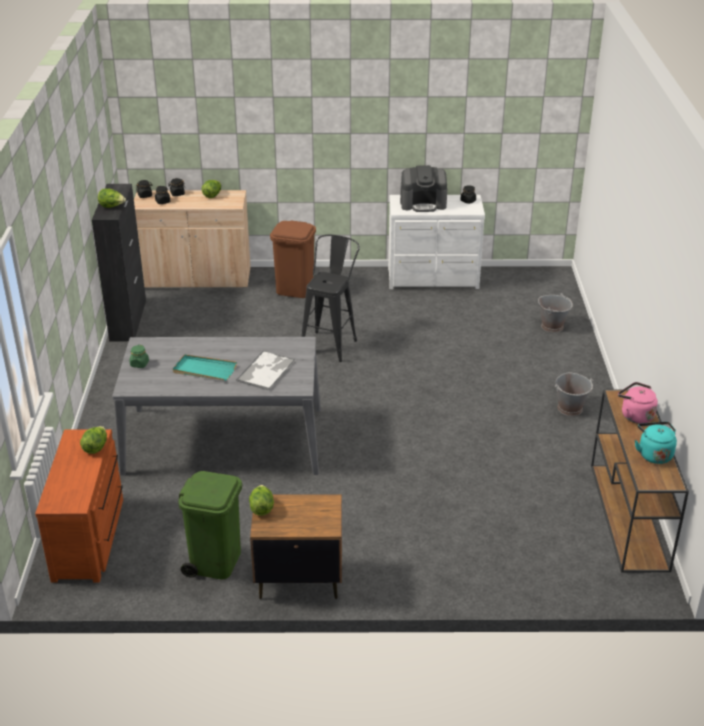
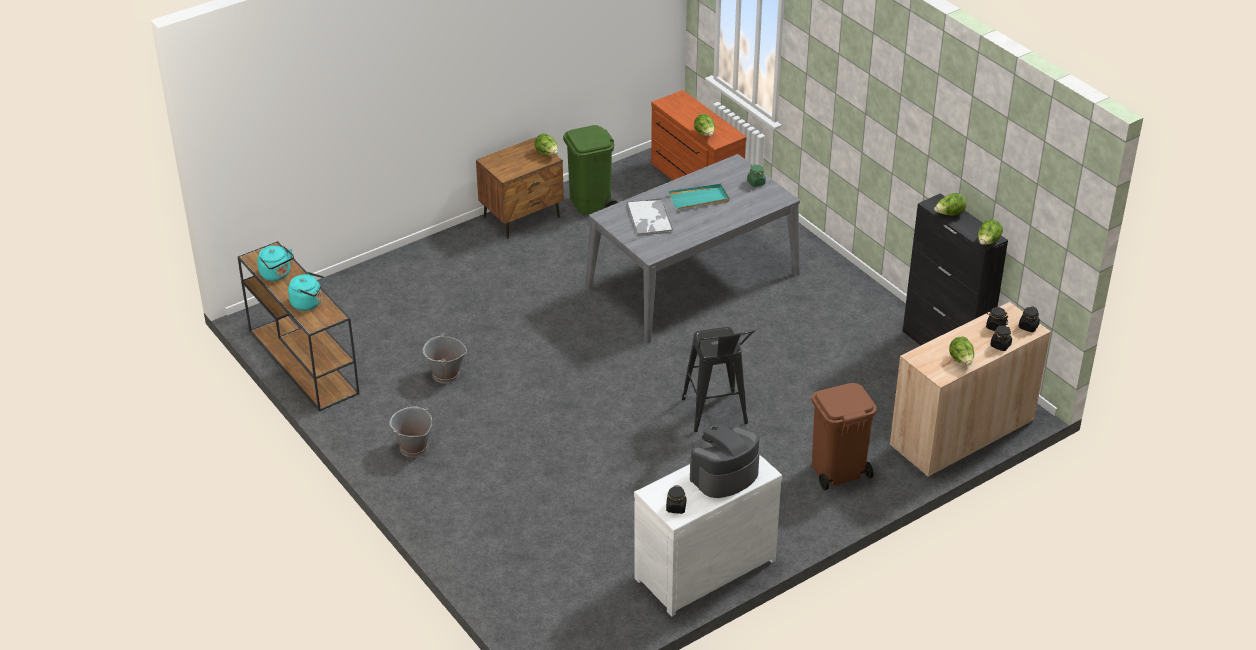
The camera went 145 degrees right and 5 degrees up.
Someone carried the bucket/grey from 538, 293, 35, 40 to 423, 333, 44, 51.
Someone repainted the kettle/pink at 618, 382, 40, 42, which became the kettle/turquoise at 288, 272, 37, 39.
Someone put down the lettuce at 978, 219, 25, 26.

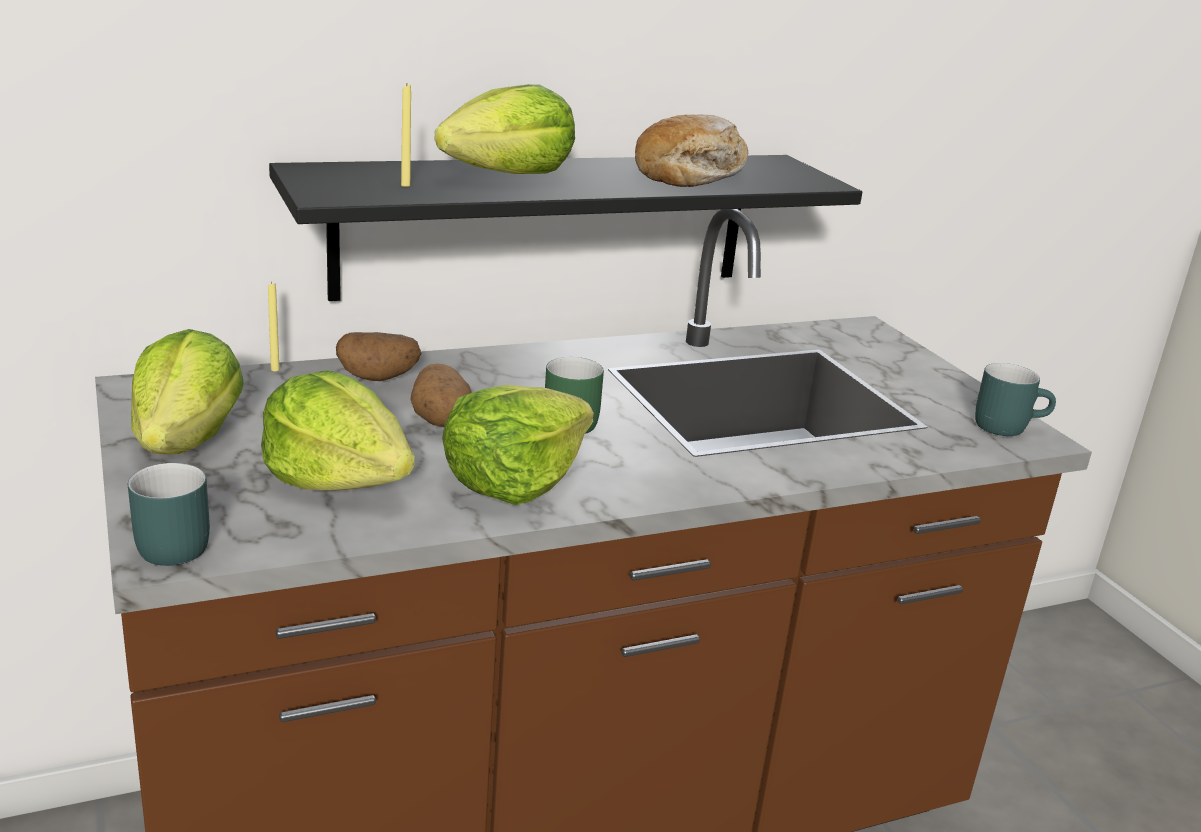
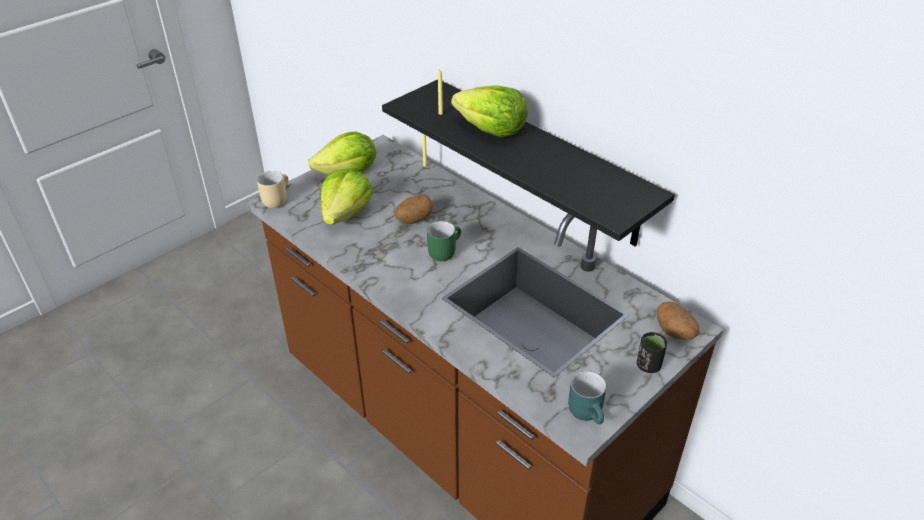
The camera went 70 degrees right and 15 degrees up.
Someone took away the bread at 635, 114, 113, 73.
Someone carried the potato from 336, 332, 85, 49 to 657, 302, 42, 38.
Someone took away the lettuce at 442, 385, 152, 120.
Someone repainted the mug/turquoise at 128, 463, 82, 103, which became the mug/beige at 257, 171, 32, 37.
Someone put down the cup/black at 637, 332, 30, 41.

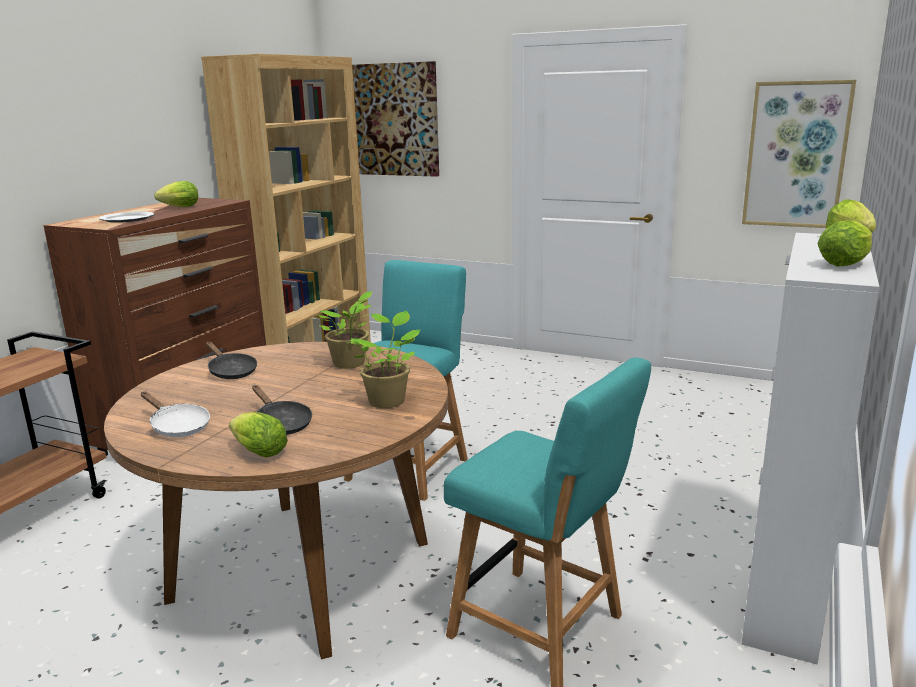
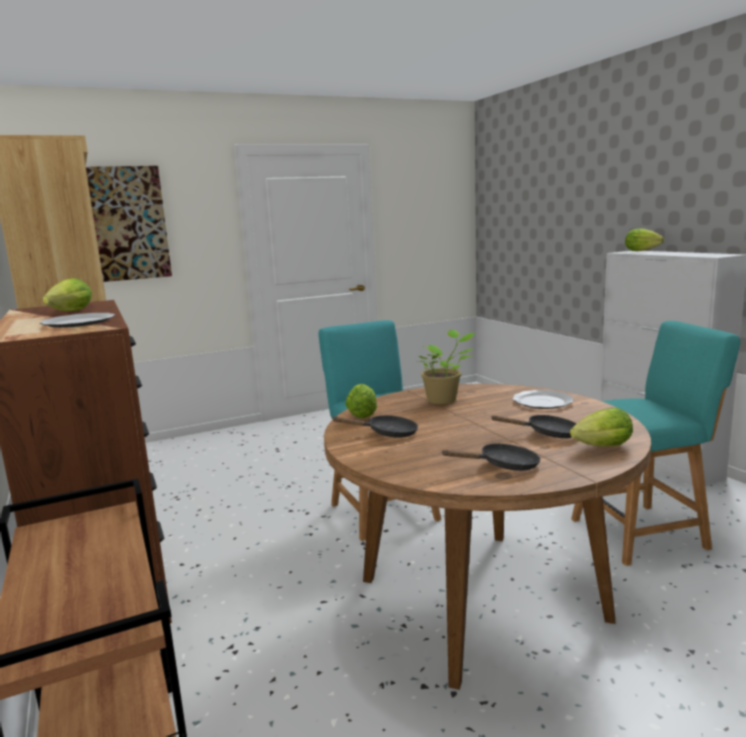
The camera went 50 degrees left and 5 degrees down.
Someone took away the picture at 742, 80, 114, 148.
Someone carried the lettuce from 817, 220, 55, 47 to 345, 384, 32, 34.
Someone swapped the potted plant at 349, 311, 72, 97 for the plate at 512, 390, 62, 19.
Someone repainted the frying pan/white at 141, 392, 69, 45, which became the frying pan/black at 441, 443, 100, 28.

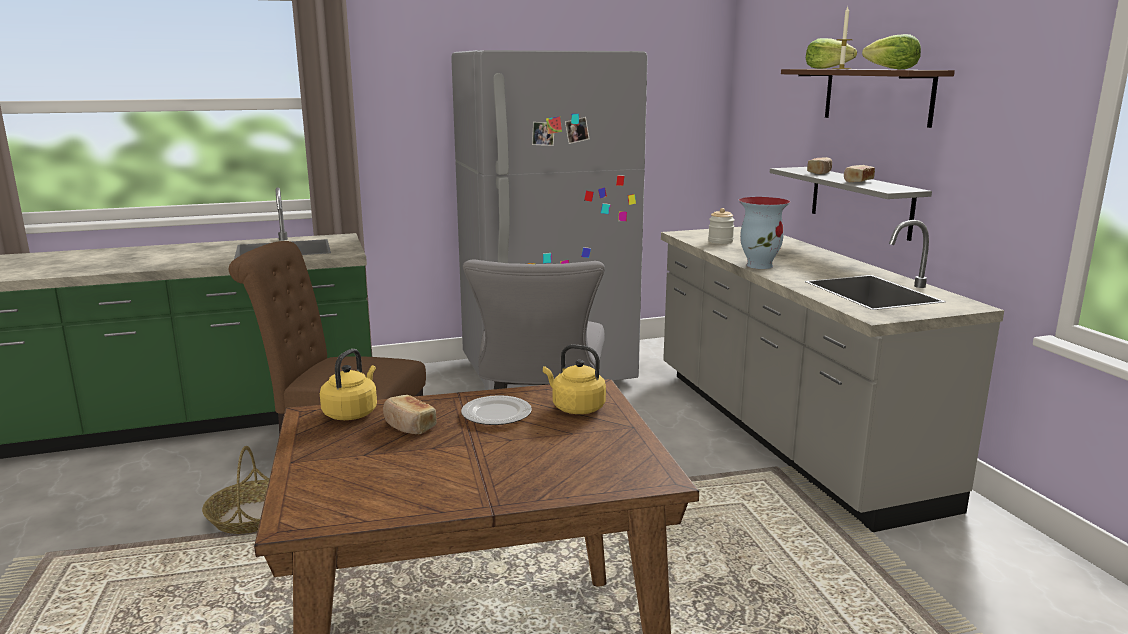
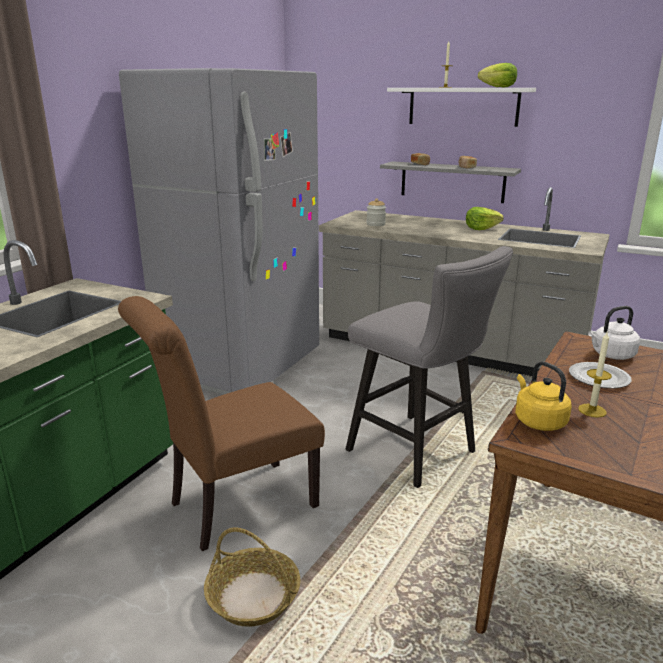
The camera went 45 degrees left and 5 degrees up.
Someone carried the lettuce from 806, 38, 51, 31 to 466, 207, 38, 23.
Someone repainted the shelf/brown at 781, 69, 174, 59, which became the shelf/white at 387, 88, 149, 39.
Someone took away the vase at 739, 197, 51, 72.
Someone repainted the kettle/yellow at 543, 344, 63, 70, which became the kettle/white at 588, 306, 52, 54.
Someone swapped the bread at 383, 395, 54, 39 for the candle at 578, 332, 34, 86.

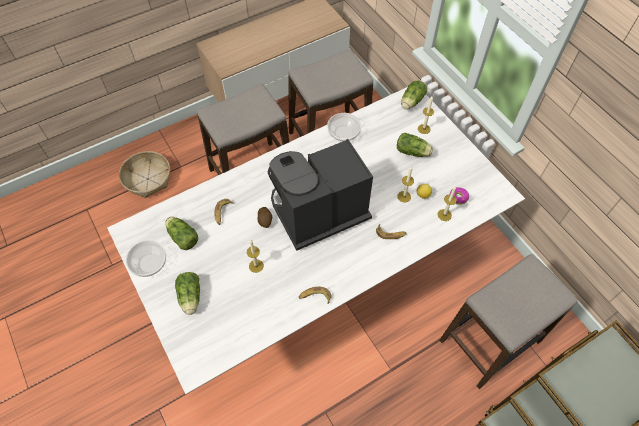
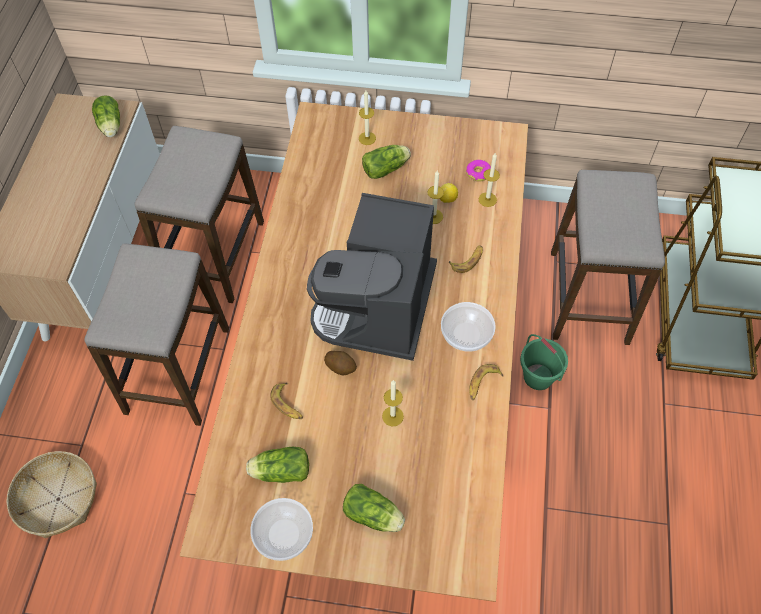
The camera went 50 degrees left and 0 degrees up.
Someone carried the lettuce from 401, 80, 26, 30 to 92, 95, 28, 42.
Someone repainted the dining table/white at 107, 87, 418, 307, which became the dining table/brown at 179, 102, 349, 500.
Someone carried the bowl from 327, 113, 34, 28 to 441, 302, 55, 49.
Someone put down the bucket/green at 520, 334, 48, 56.

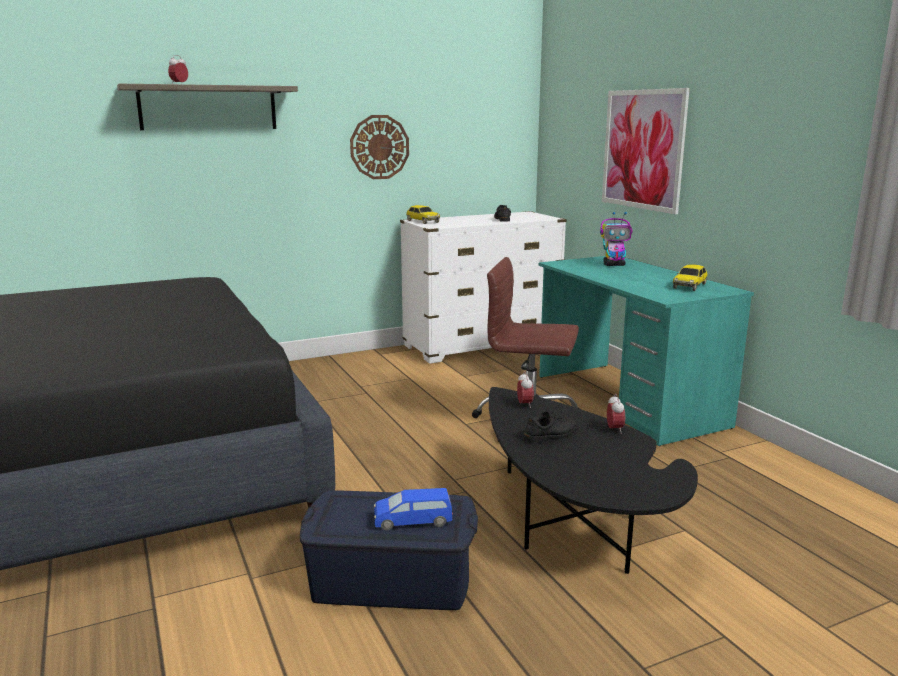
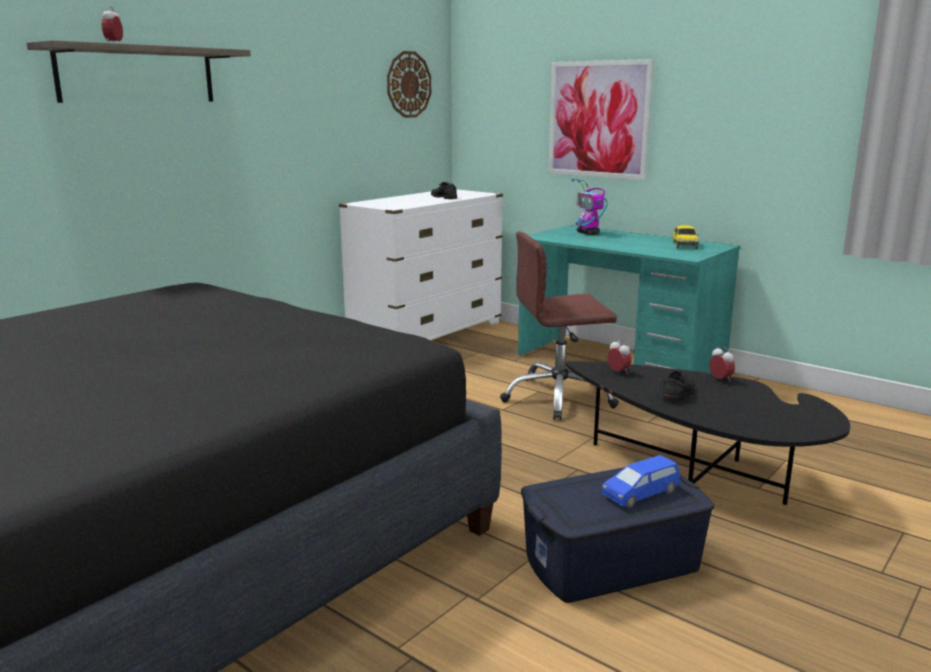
The camera went 25 degrees left and 0 degrees up.
Someone carried the wall clock from 350, 115, 59, 64 to 387, 51, 44, 67.
Someone took away the toy car at 406, 205, 34, 19.
Someone rotated the toy robot at 600, 212, 33, 54 by 90 degrees clockwise.

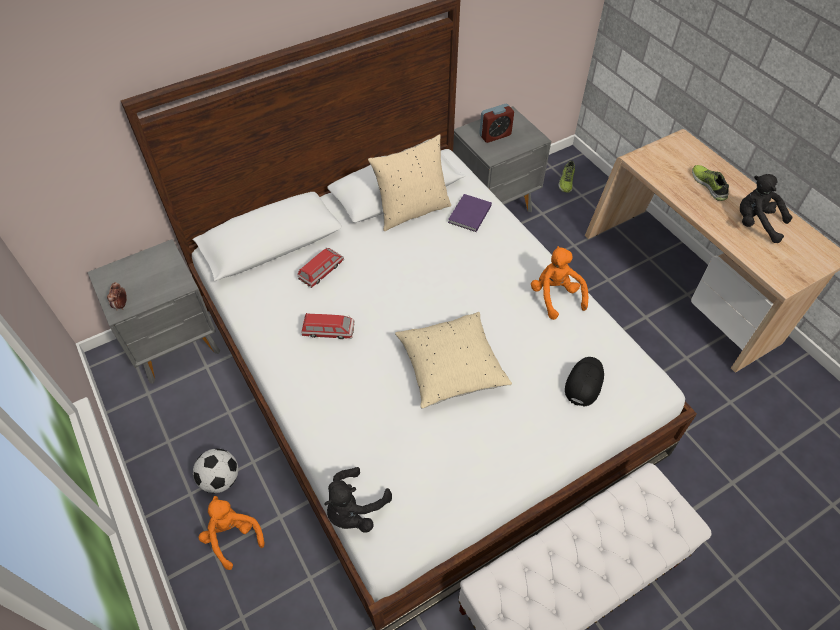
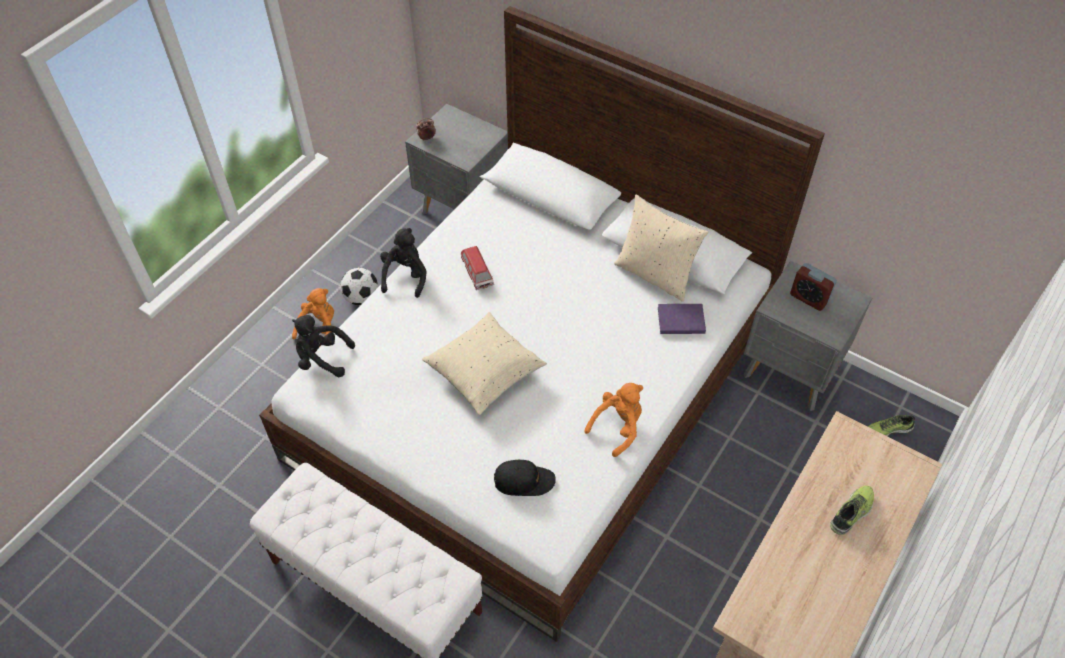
The camera went 65 degrees right and 0 degrees up.
Someone carried the plush toy/black from 740, 174, 53, 69 to 380, 228, 46, 70.
Someone took away the toy car at 298, 247, 46, 41.

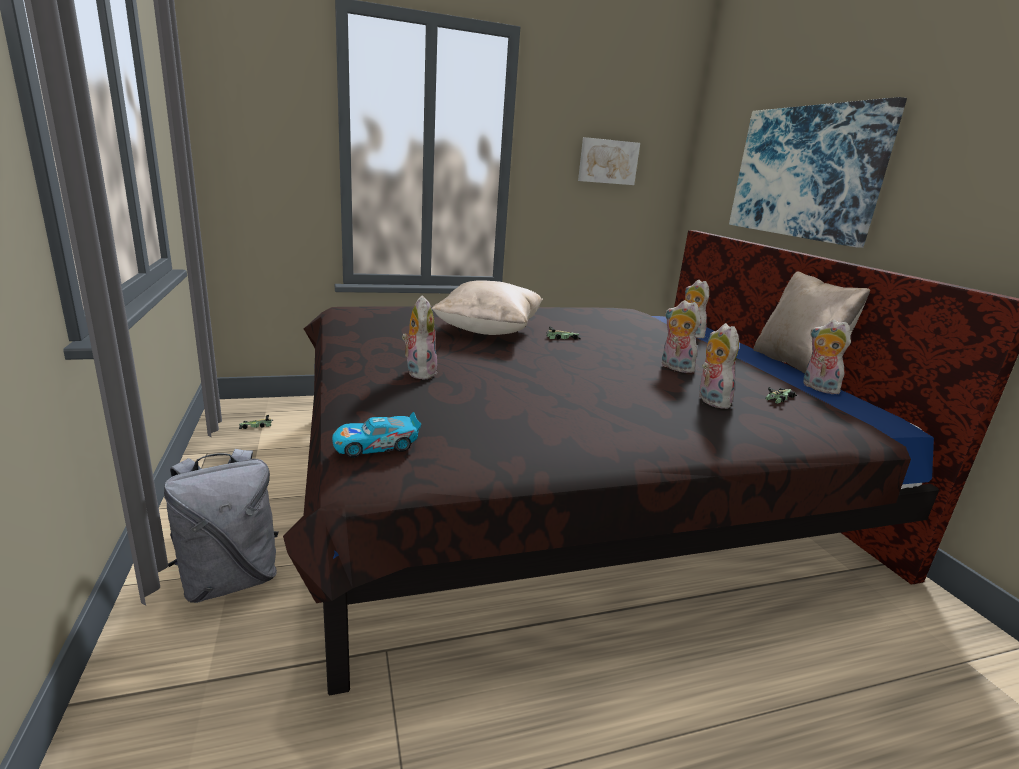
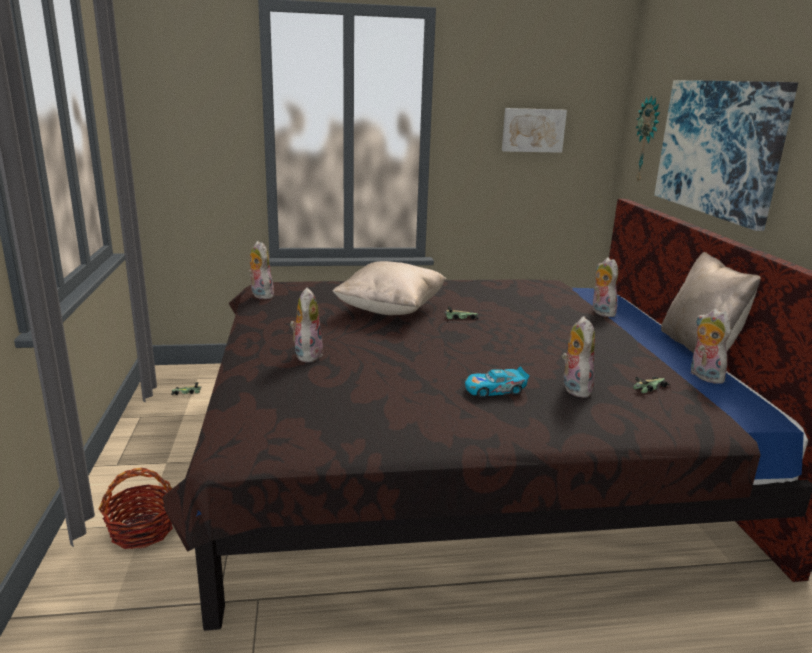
The camera went 10 degrees right and 0 degrees up.
Someone carried the plush toy from 662, 300, 39, 73 to 247, 241, 27, 58.
Someone carried the toy car from 332, 412, 89, 45 to 465, 366, 65, 32.
Someone swapped the backpack/grey at 164, 449, 115, 154 for the basket at 99, 468, 74, 81.
Someone put up the wall clock at 636, 95, 24, 86.

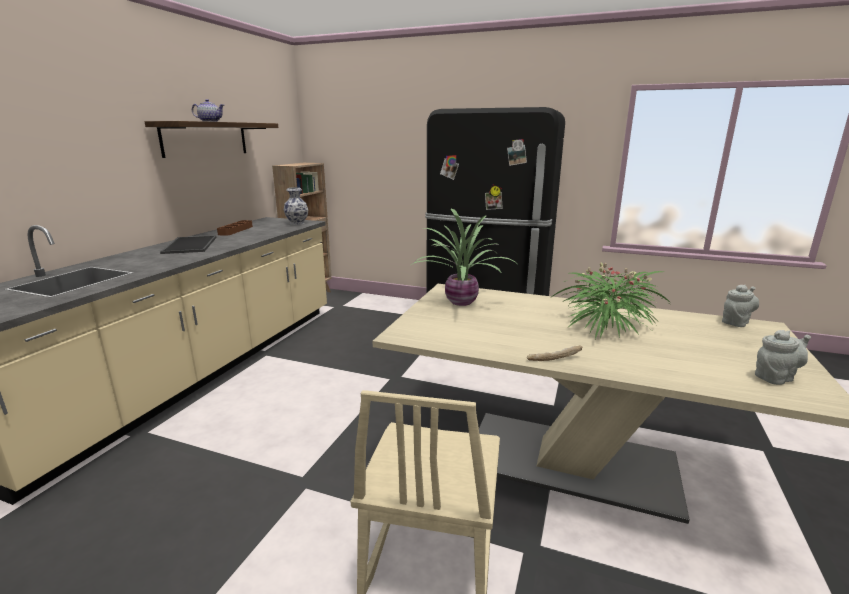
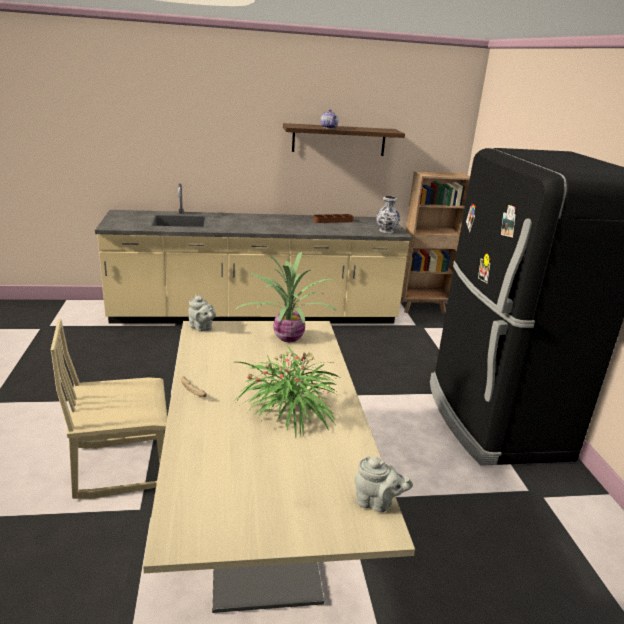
The camera went 60 degrees right and 5 degrees up.
Someone took away the tray at 160, 236, 57, 18.
Someone carried the teapot/grey from 755, 330, 56, 55 to 188, 294, 28, 38.

